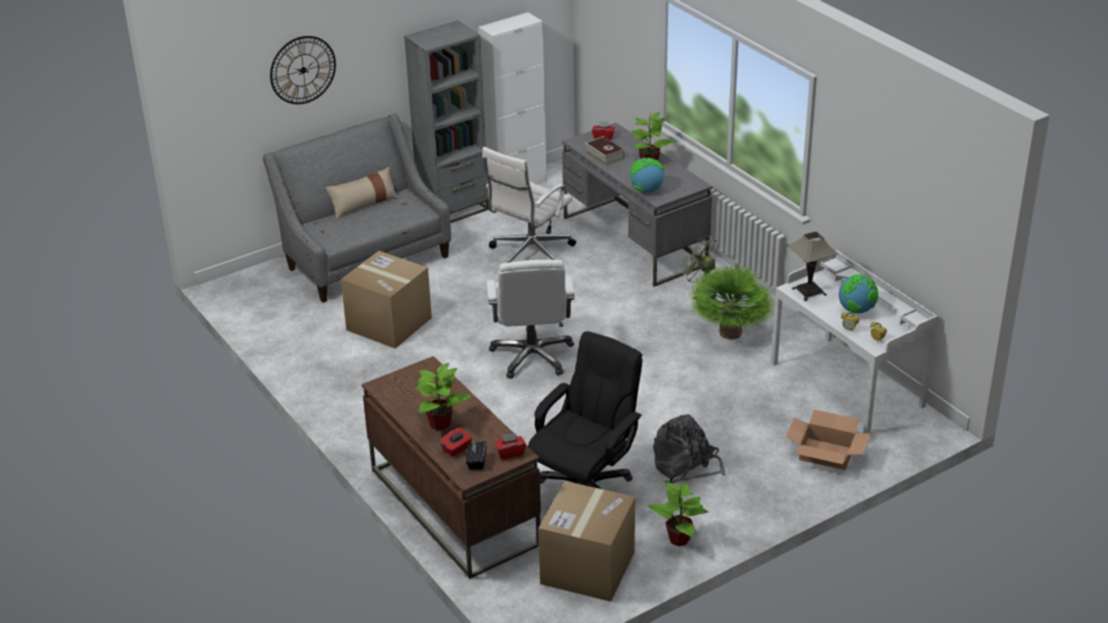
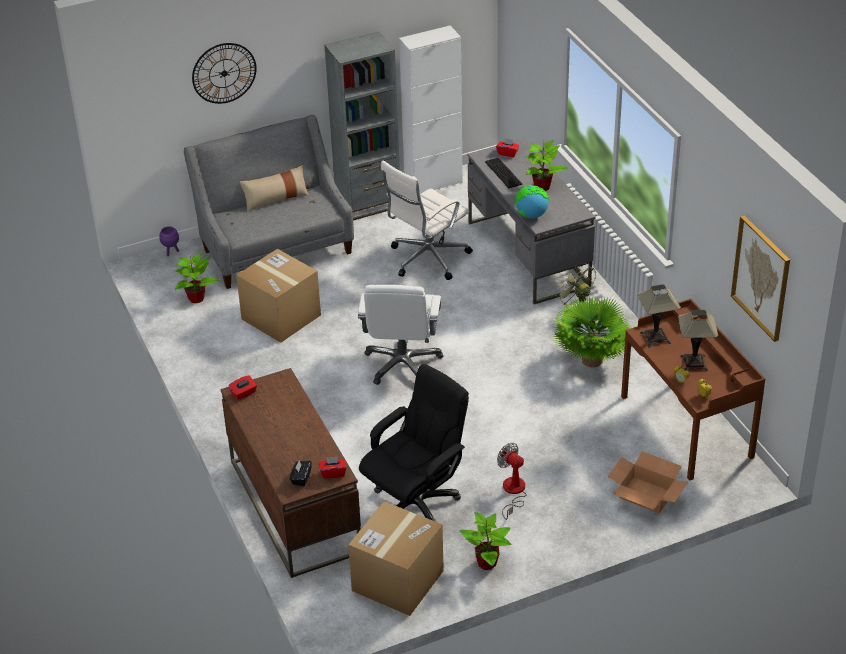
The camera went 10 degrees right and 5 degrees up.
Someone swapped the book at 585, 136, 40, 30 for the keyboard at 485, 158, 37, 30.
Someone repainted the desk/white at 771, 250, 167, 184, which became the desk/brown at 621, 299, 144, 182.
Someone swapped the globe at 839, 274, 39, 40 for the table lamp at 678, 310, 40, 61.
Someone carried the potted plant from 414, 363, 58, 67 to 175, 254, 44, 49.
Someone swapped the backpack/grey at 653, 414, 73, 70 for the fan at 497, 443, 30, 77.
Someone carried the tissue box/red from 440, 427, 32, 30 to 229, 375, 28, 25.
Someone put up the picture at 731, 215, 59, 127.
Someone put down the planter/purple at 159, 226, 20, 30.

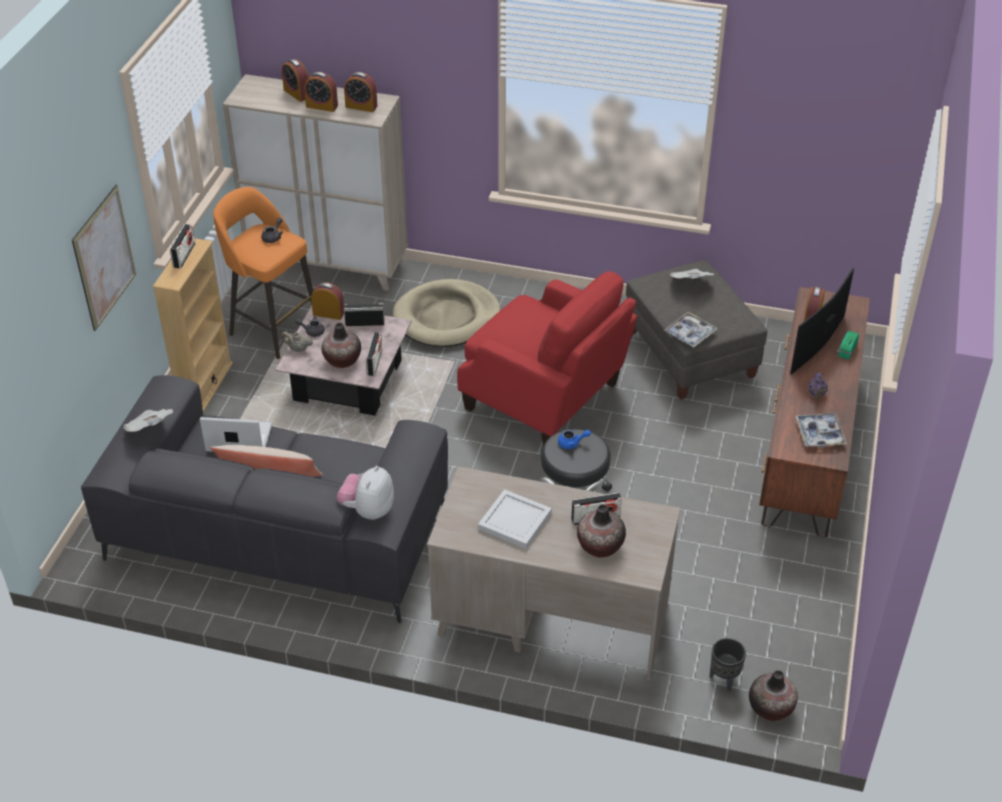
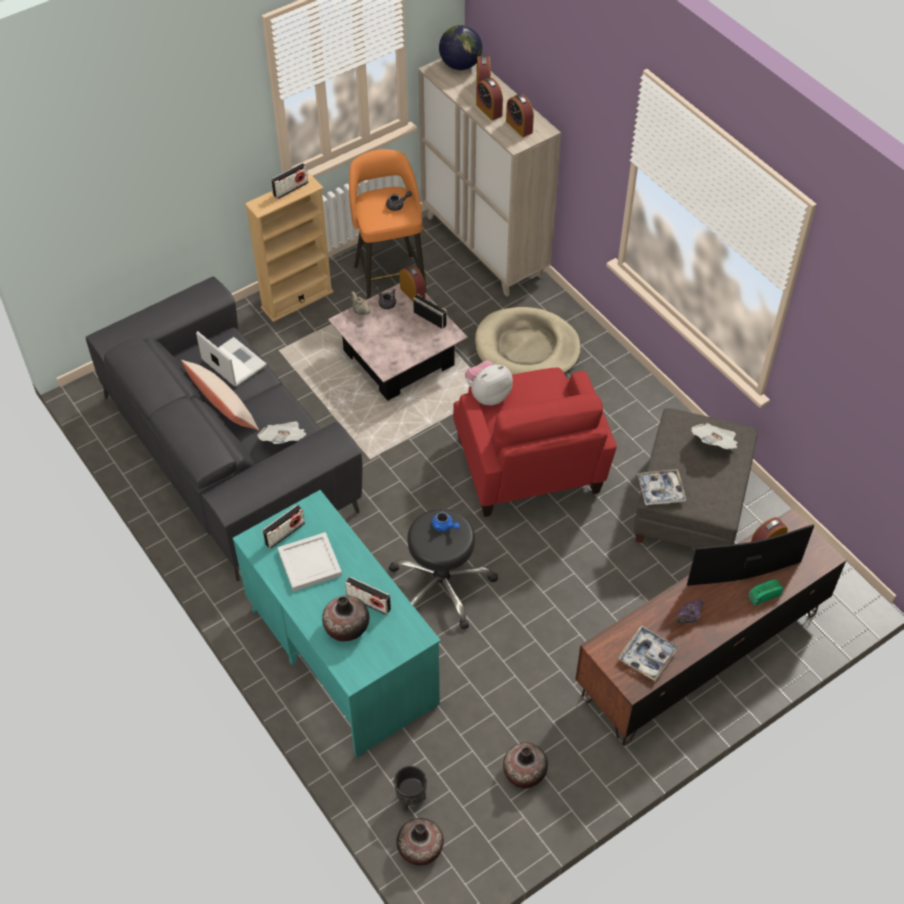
The camera went 40 degrees right and 10 degrees up.
Someone took away the picture at 72, 185, 64, 146.
Someone carried the vase from 321, 323, 40, 45 to 503, 742, 45, 47.
Someone carried the radio from 366, 332, 16, 44 to 262, 505, 43, 44.
Someone carried the newspaper from 123, 409, 50, 23 to 257, 421, 50, 23.
Someone carried the plush toy from 337, 466, 57, 54 to 465, 361, 48, 44.
Someone repainted the desk/beige at 427, 466, 254, 215, which became the desk/turquoise at 233, 490, 208, 267.
Someone put down the globe at 439, 25, 43, 45.

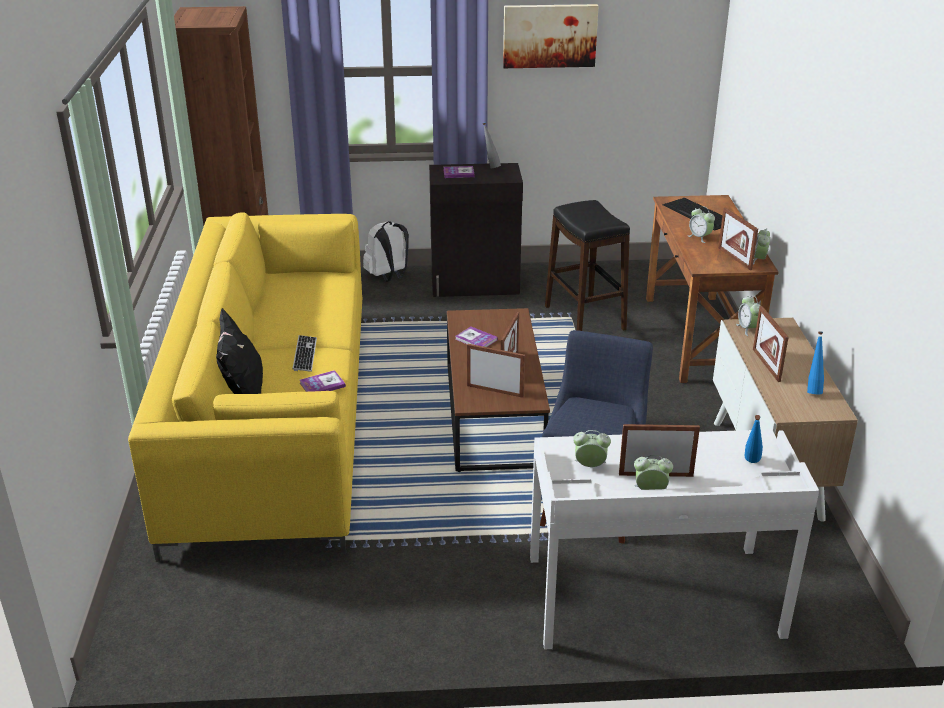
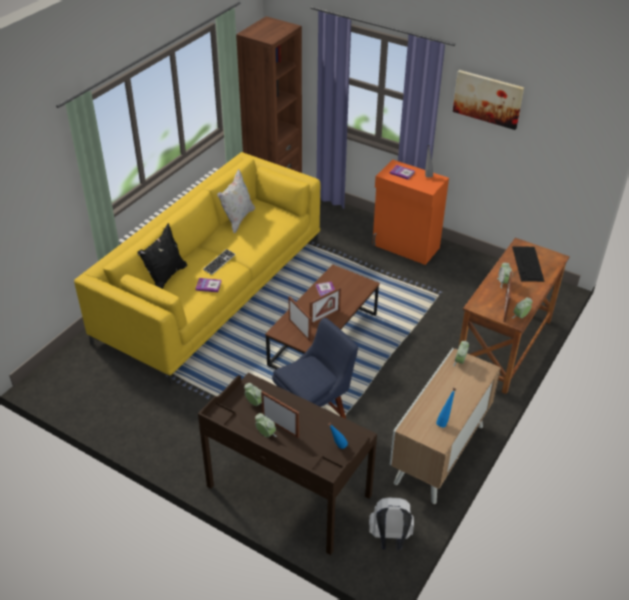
The camera went 35 degrees right and 10 degrees up.
Someone repainted the cabinet/black at 429, 163, 94, 134, which became the cabinet/orange at 372, 160, 77, 105.
Someone took away the stool/black at 545, 200, 85, 131.
Someone carried the backpack/white from 363, 221, 46, 61 to 369, 497, 45, 53.
Someone took away the picture frame at 753, 306, 36, 76.
Someone repainted the desk/white at 530, 429, 289, 221, which became the desk/brown at 198, 373, 179, 182.
Someone put down the pillow/white at 217, 169, 38, 65.

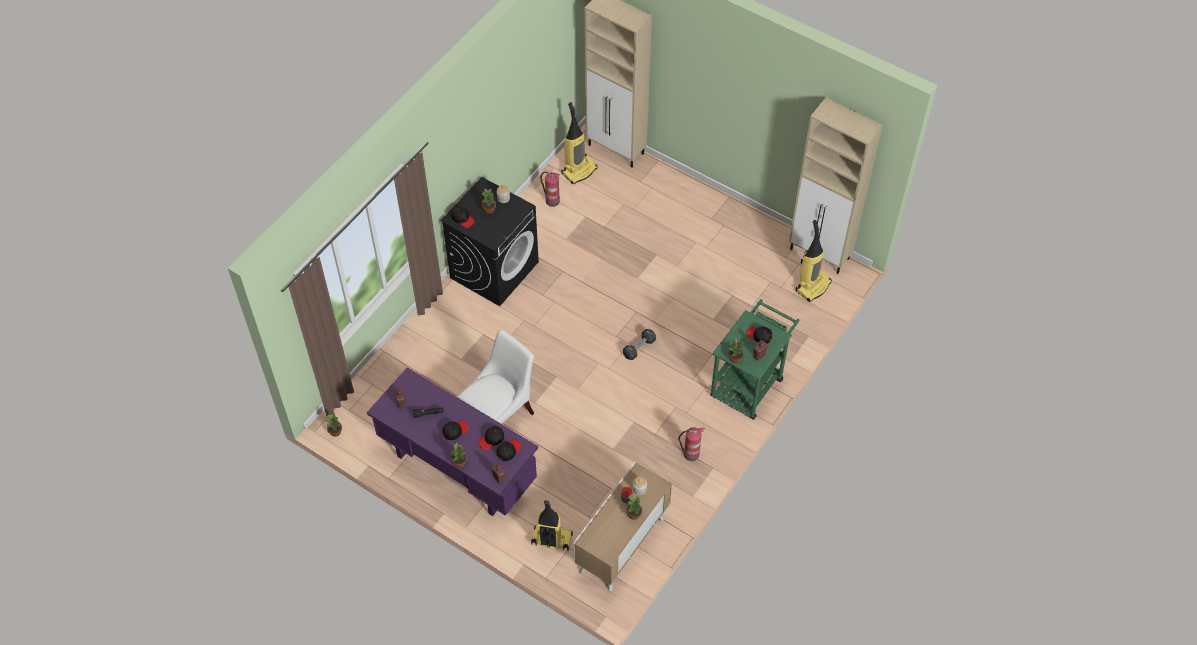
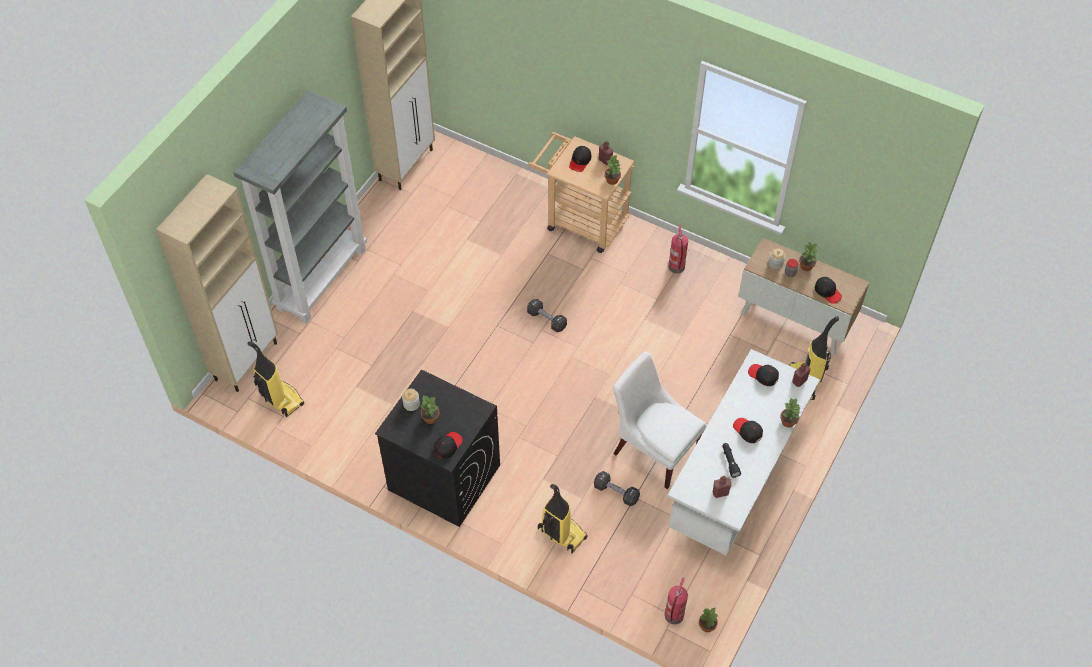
The camera went 95 degrees left and 0 degrees up.
Someone carried the fire extinguisher from 540, 172, 20, 35 to 665, 577, 23, 48.
Someone carried the vacuum cleaner from 795, 220, 37, 82 to 538, 484, 50, 69.
Someone repainted the cart/green at 710, 299, 89, 121, which became the cart/beige at 528, 132, 107, 121.
Someone repainted the desk/purple at 367, 367, 171, 149, which became the desk/white at 667, 349, 153, 207.
Someone carried the cap/black from 478, 426, 26, 24 to 815, 277, 27, 27.
Someone put down the bookcase/grey at 234, 90, 133, 234.
Someone put down the dumbbell/black at 594, 471, 46, 35.

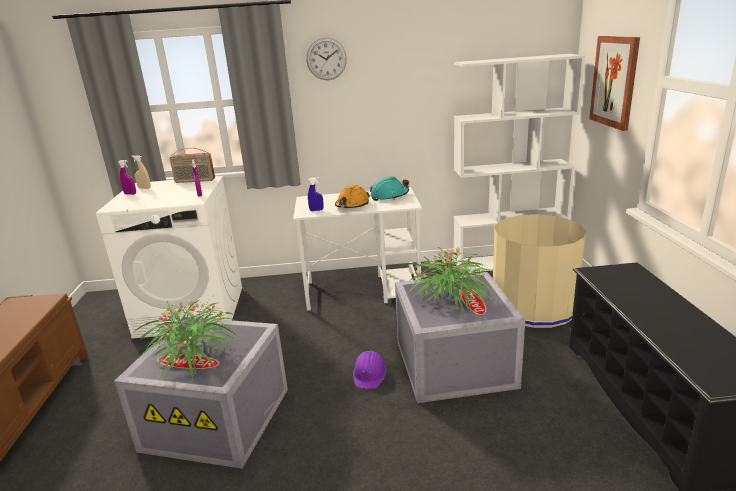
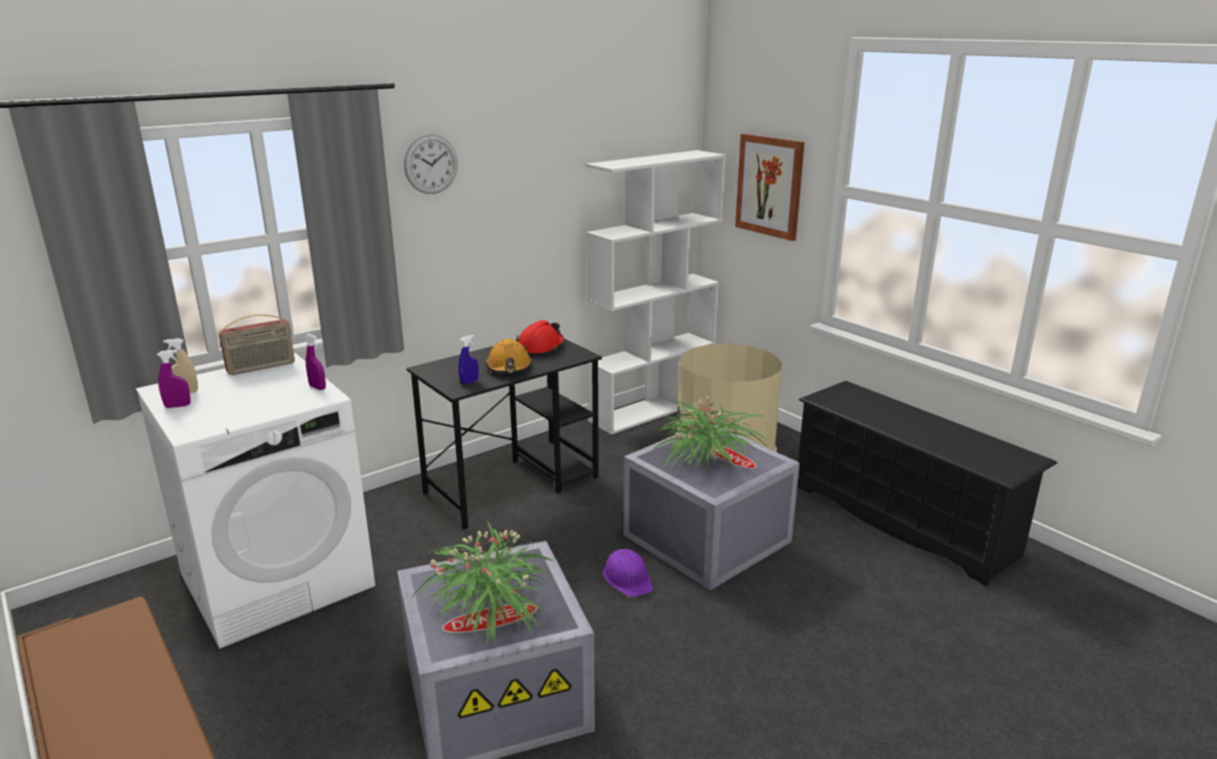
The camera went 35 degrees left and 0 degrees up.
Someone repainted the hard hat/turquoise at 370, 176, 39, 25, which became the hard hat/red at 516, 320, 48, 36.
Someone repainted the desk/white at 293, 187, 129, 124, which became the desk/black at 407, 338, 195, 191.

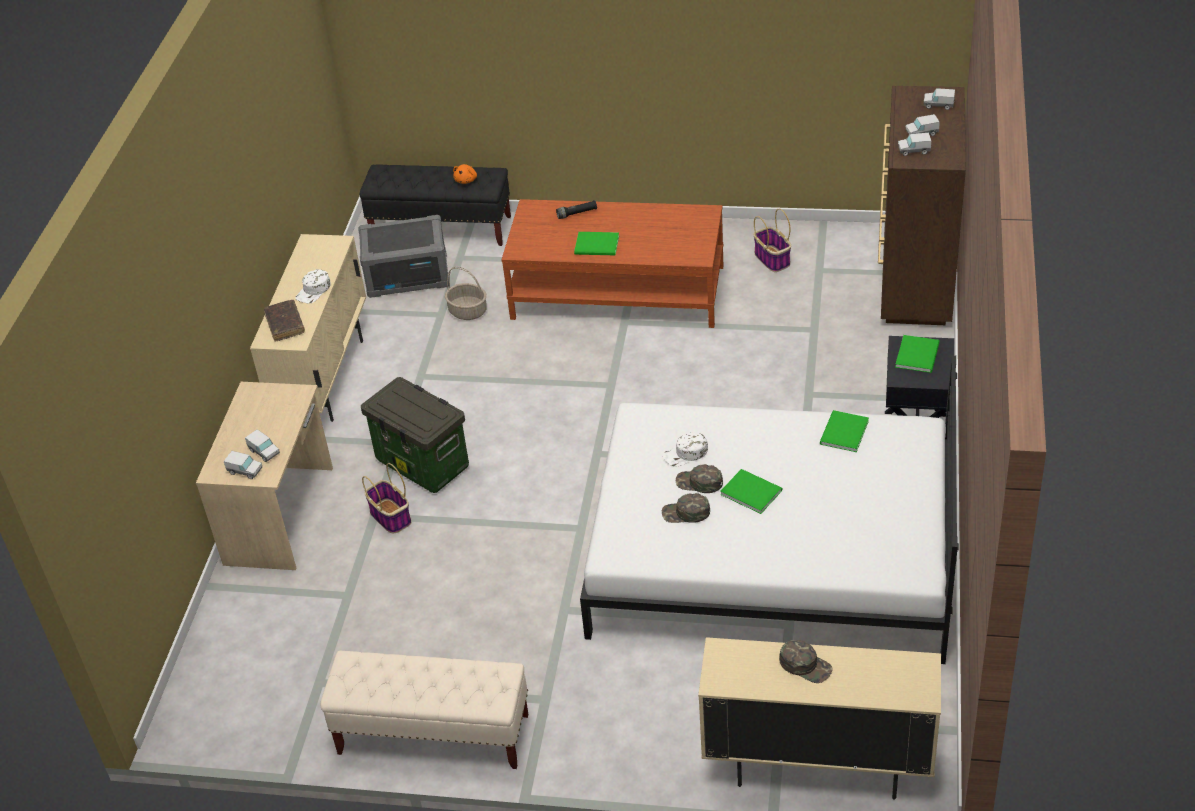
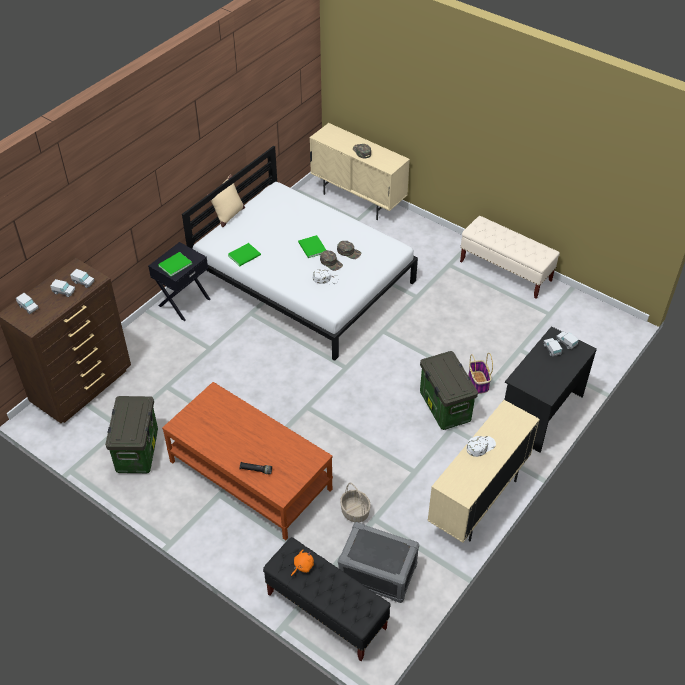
The camera went 155 degrees left and 5 degrees up.
Someone swapped the basket at 753, 209, 38, 63 for the storage box at 105, 396, 53, 77.
Someone took away the book/green at 574, 232, 45, 23.
Someone took away the book/brown at 264, 300, 41, 42.
Someone repainted the desk/beige at 196, 382, 137, 188, which became the desk/black at 504, 326, 93, 127.
Someone put down the pillow/beige at 207, 174, 38, 53.

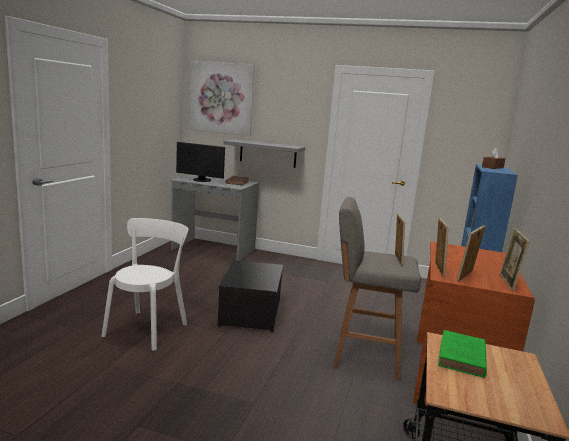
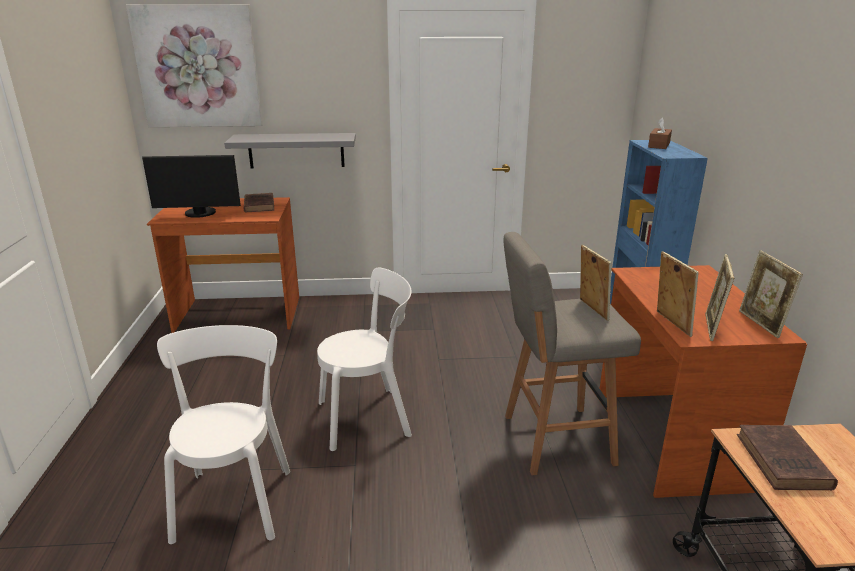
The camera went 20 degrees left and 10 degrees up.
Someone repainted the desk/grey at 170, 175, 89, 86, which became the desk/brown at 147, 197, 152, 136.
Someone swapped the storage box at 218, 260, 65, 72 for the chair/white at 317, 268, 95, 183.
Someone repainted the book/green at 438, 330, 49, 48, which became the book/brown at 737, 425, 101, 65.

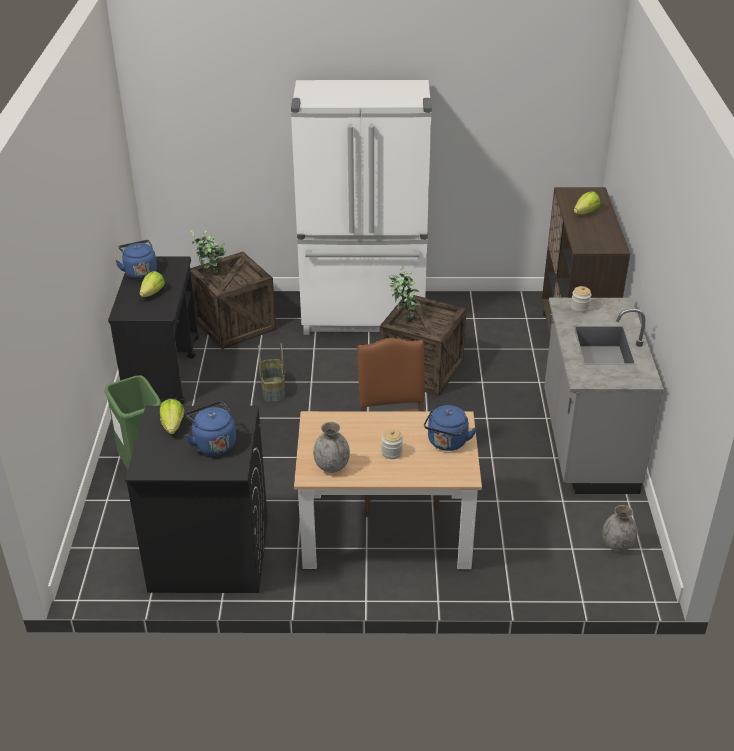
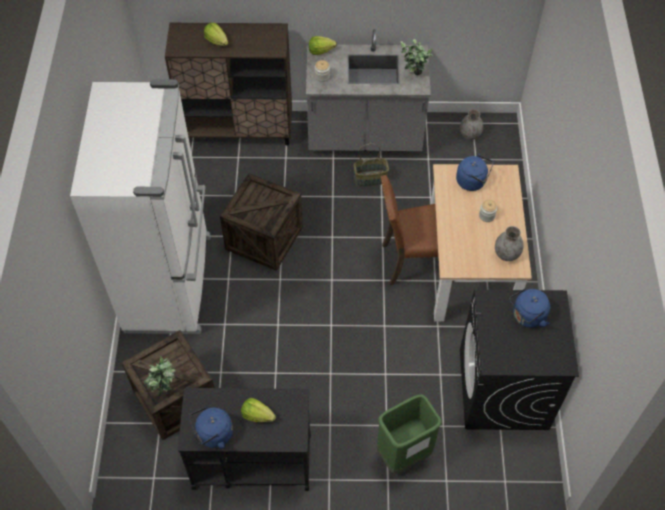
The camera went 90 degrees left and 20 degrees up.
Someone carried the potted plant from 388, 264, 34, 58 to 400, 39, 34, 36.
Someone carried the basket from 258, 343, 27, 59 to 354, 144, 35, 43.
Someone carried the lettuce from 160, 399, 24, 35 to 309, 36, 28, 19.

